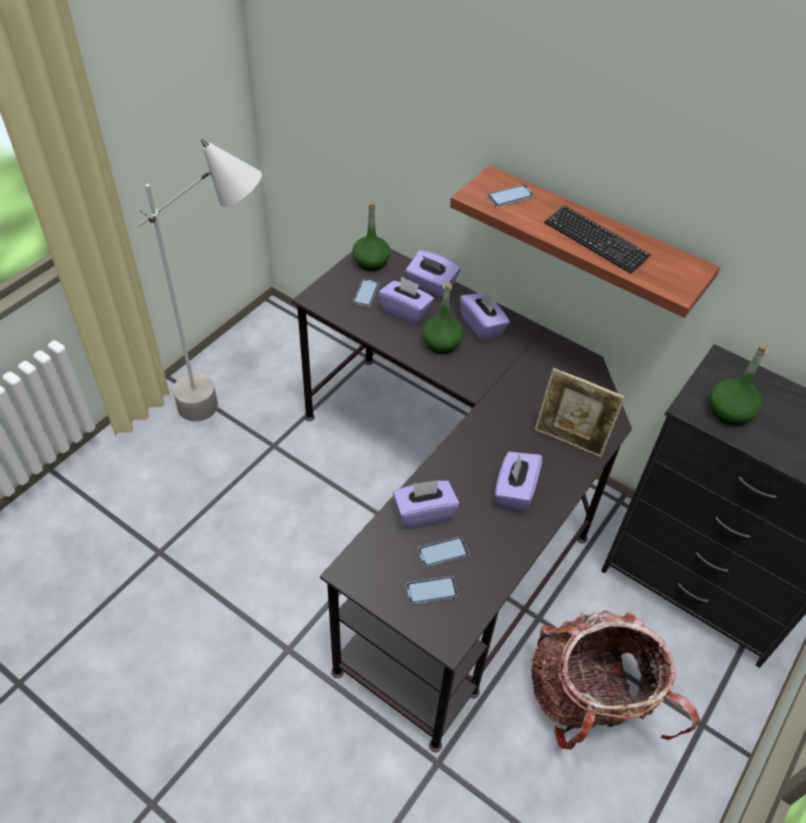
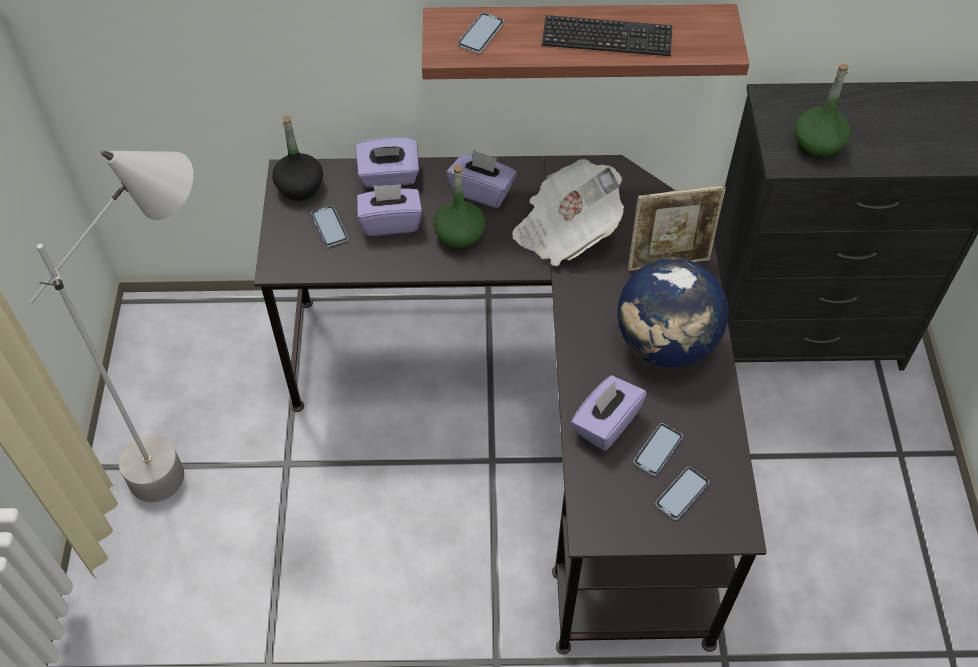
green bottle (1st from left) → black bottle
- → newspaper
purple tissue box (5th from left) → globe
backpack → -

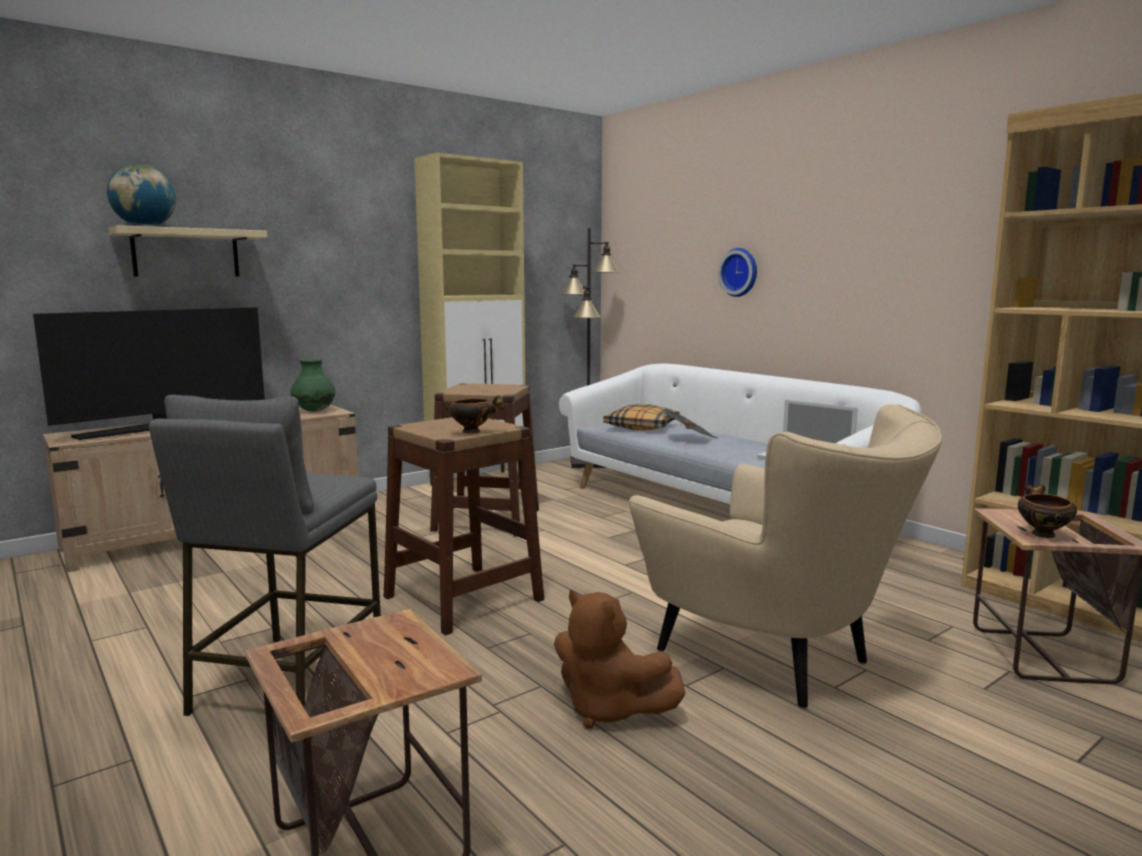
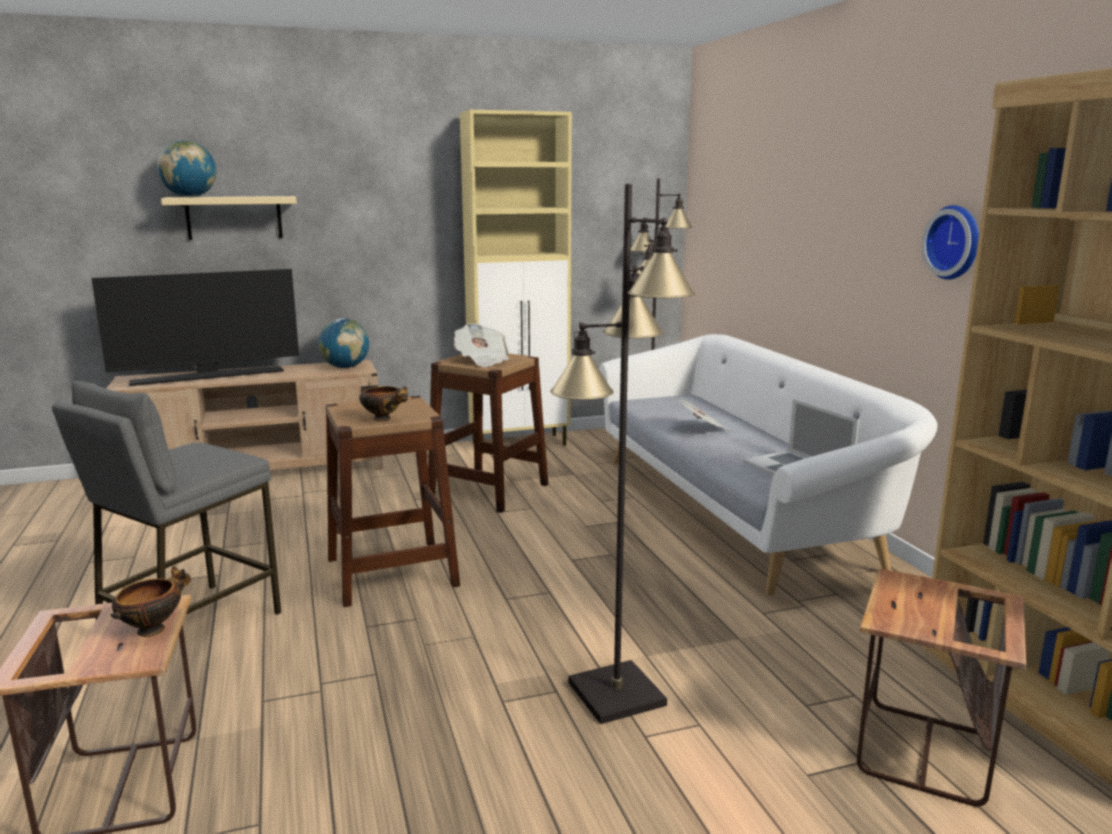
bowl (2nd from left in the first image) → bowl (1st from left), moved
green vase → globe (2nd from left)
- → newspaper (1st from left)
beige armchair → black floor lamp (1st from left)
wall clock, moved
brown plush toy → -
pillow → -

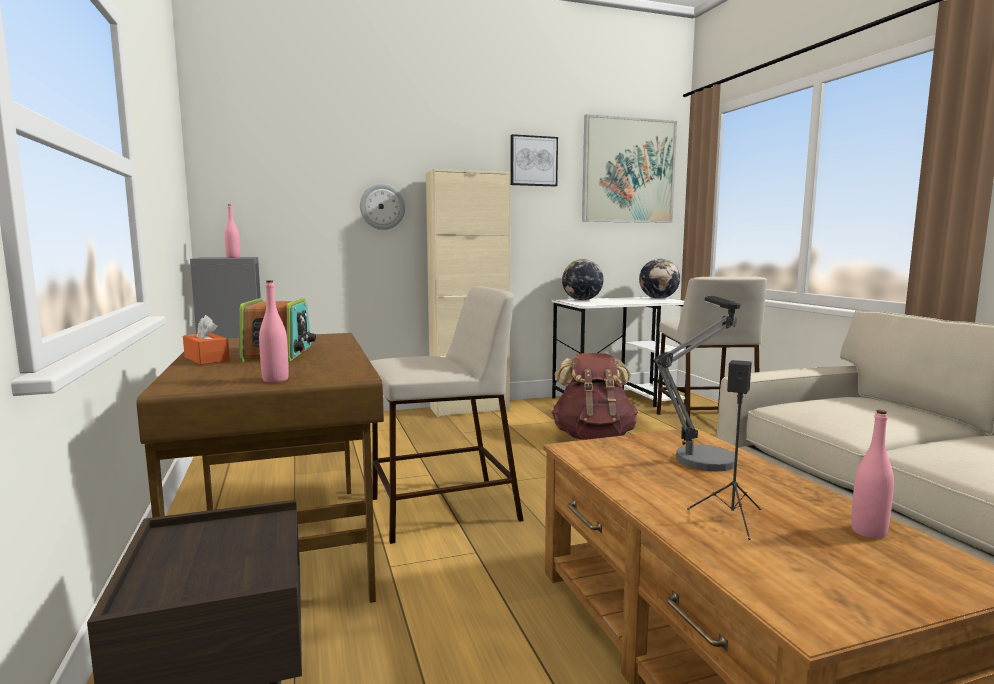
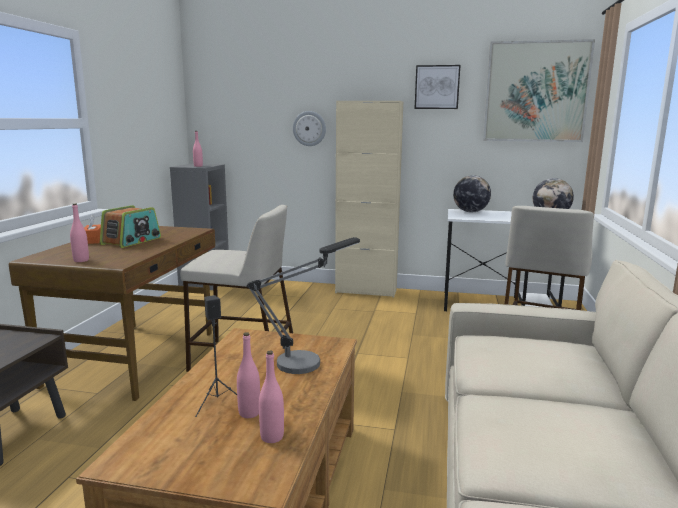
- → pink bottle (3rd from left)
brown backpack → -

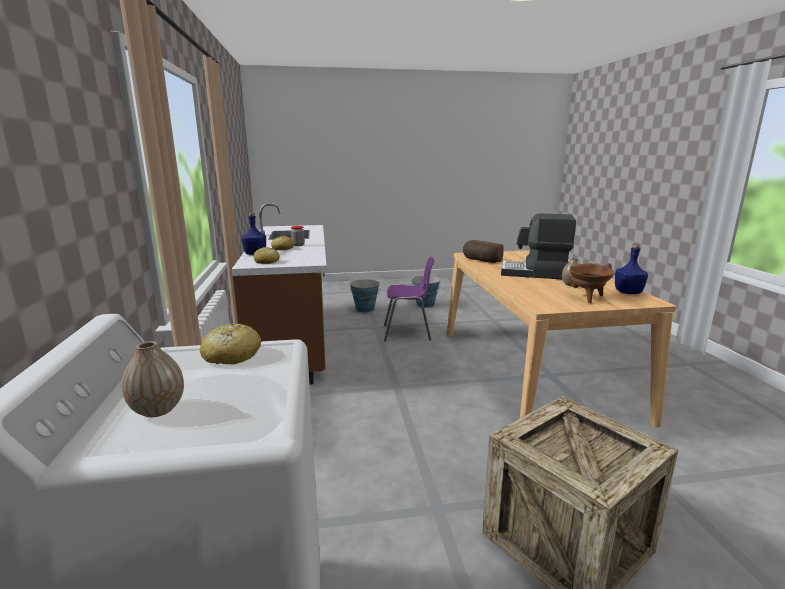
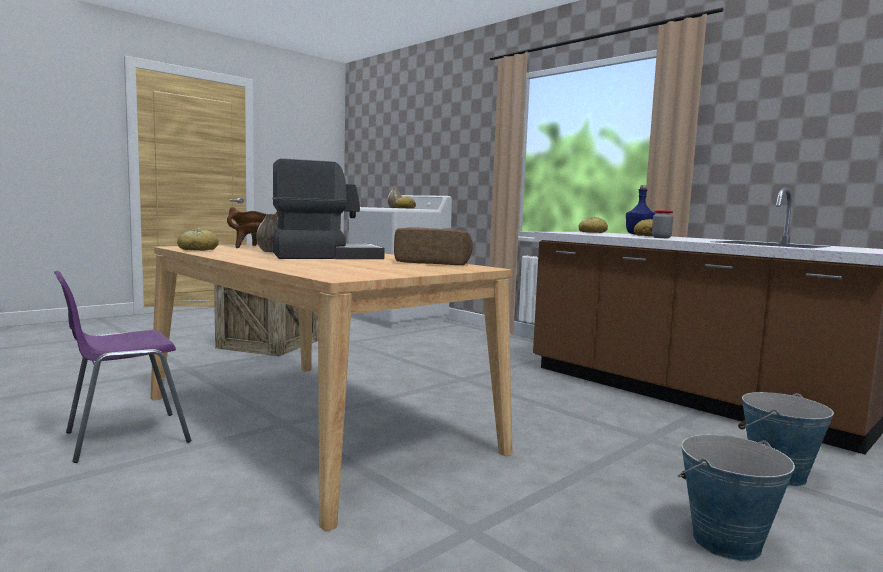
purple chair, moved
blue bottle (2nd from left) → bread (1st from left)

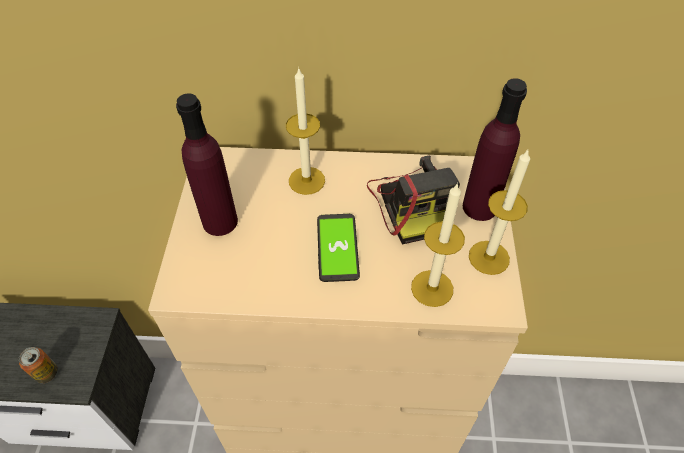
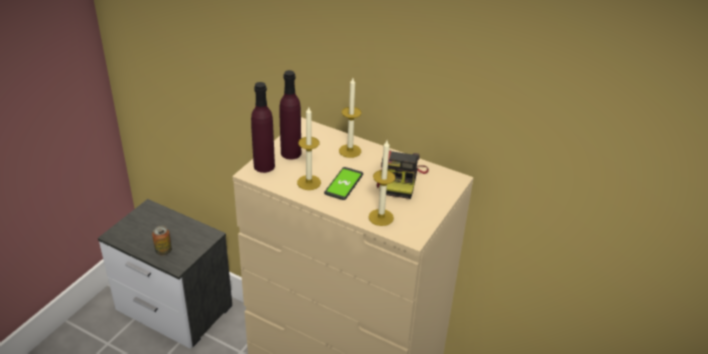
purple bottle (2nd from left in the first image) → purple bottle (1st from left), moved
candle (3rd from left in the first image) → candle (1st from left), moved

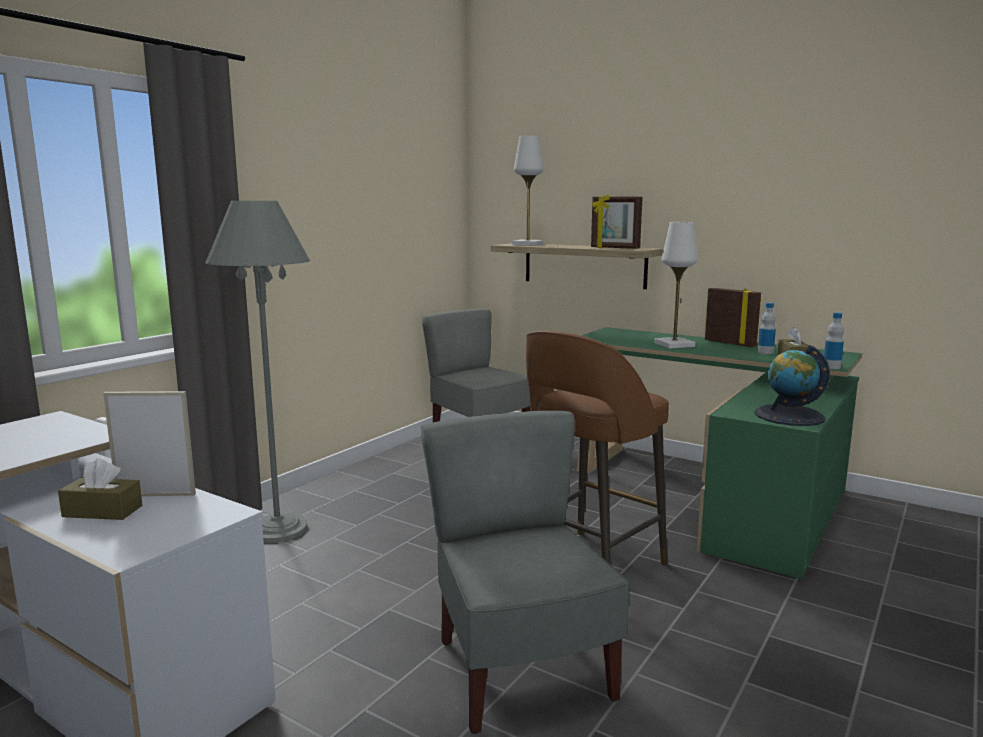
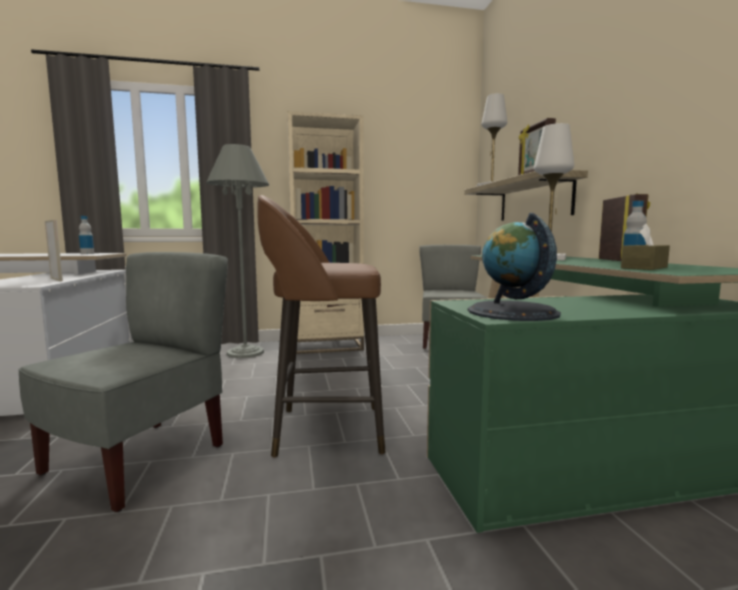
bottle (2nd from left in the first image) → bottle (1st from left), moved
- → beige bookcase
brown tissue box (1st from left) → -

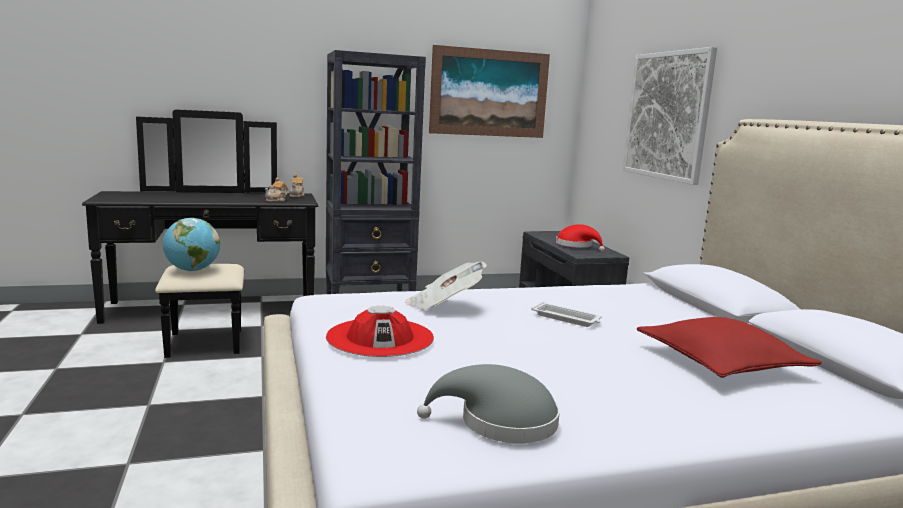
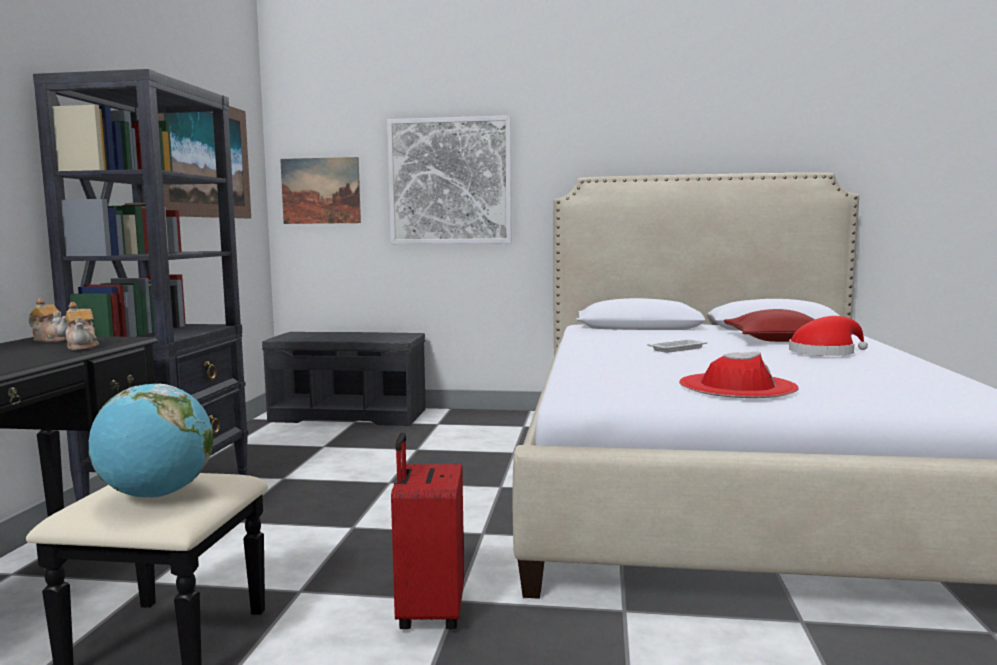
- → picture (2nd from left)
- → red suitcase
red hat (2nd from left), moved
newspaper → -
grey hat → -

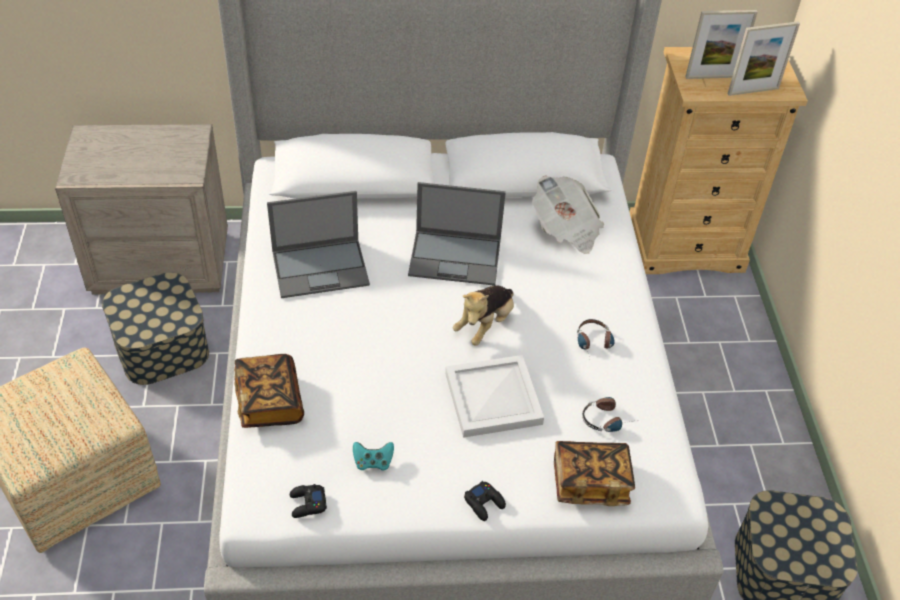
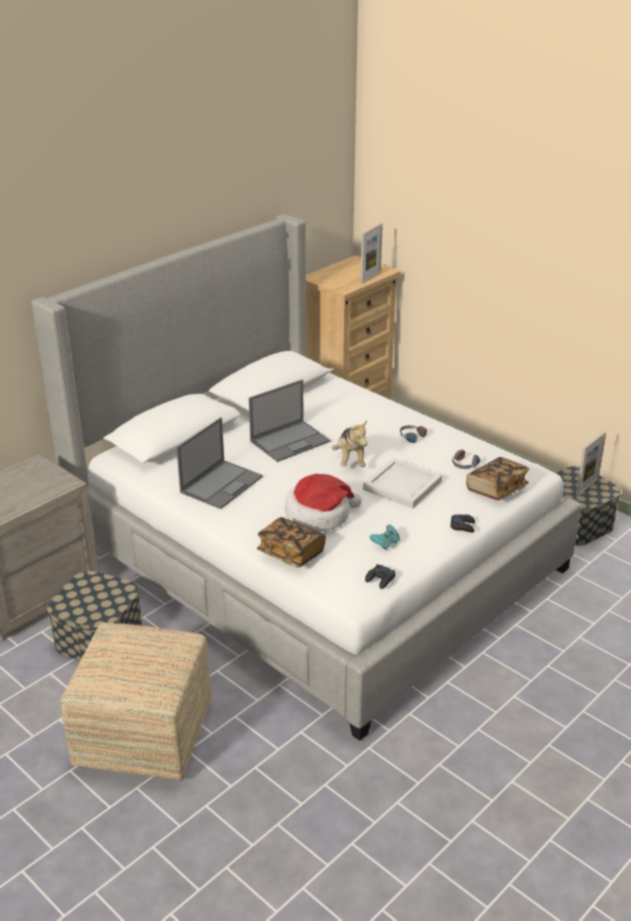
- → hat
picture frame (1st from left in the first image) → picture frame (2nd from left), moved
newspaper → -

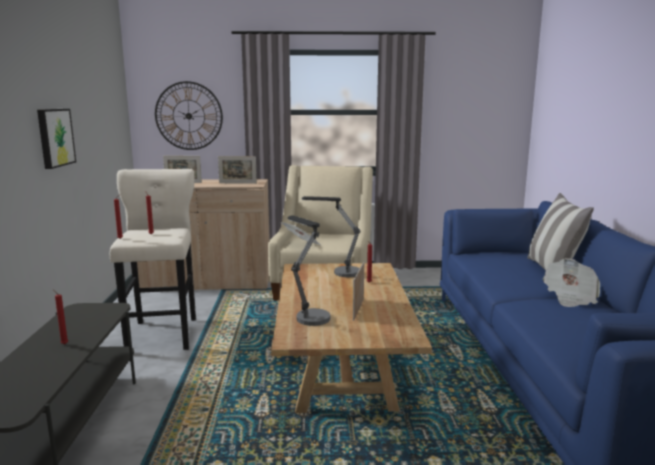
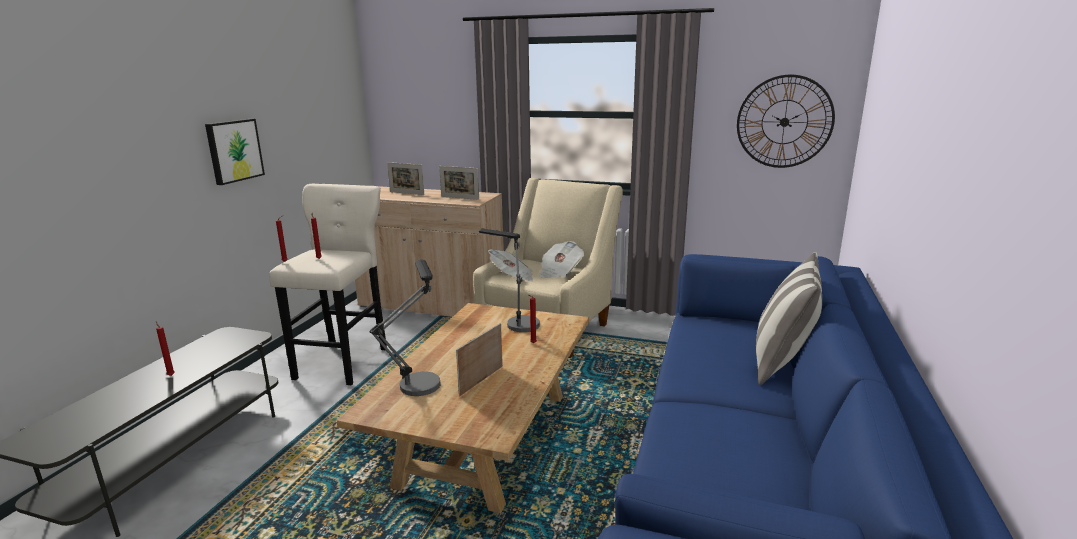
newspaper (2nd from left), moved
wall clock, moved

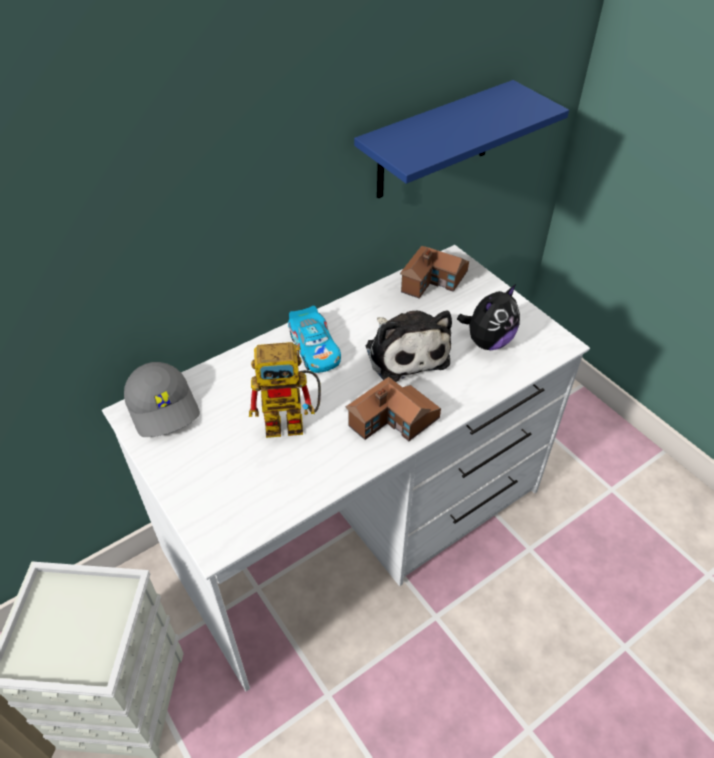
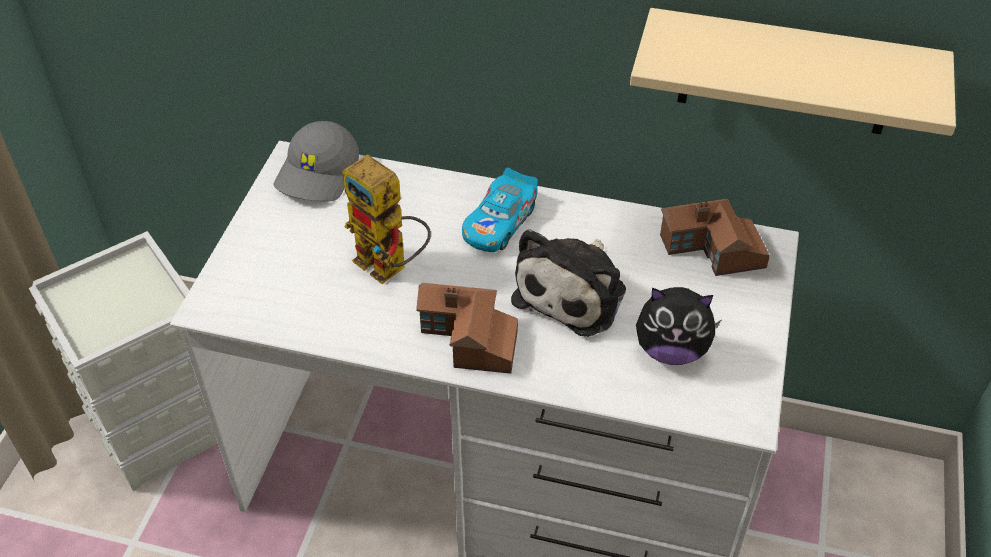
blue shelf → beige shelf

